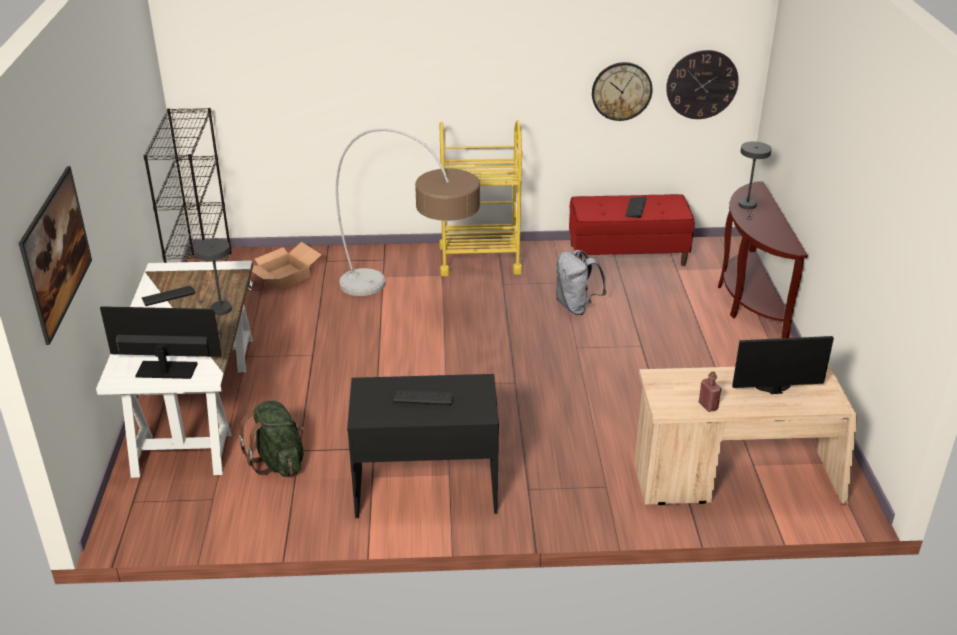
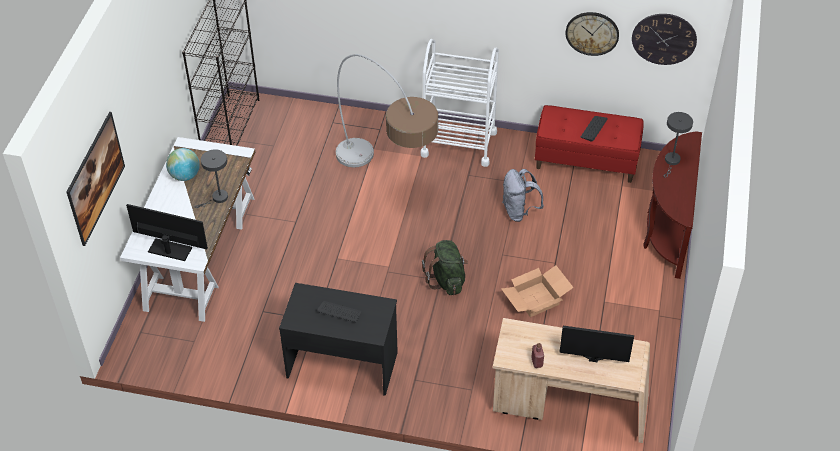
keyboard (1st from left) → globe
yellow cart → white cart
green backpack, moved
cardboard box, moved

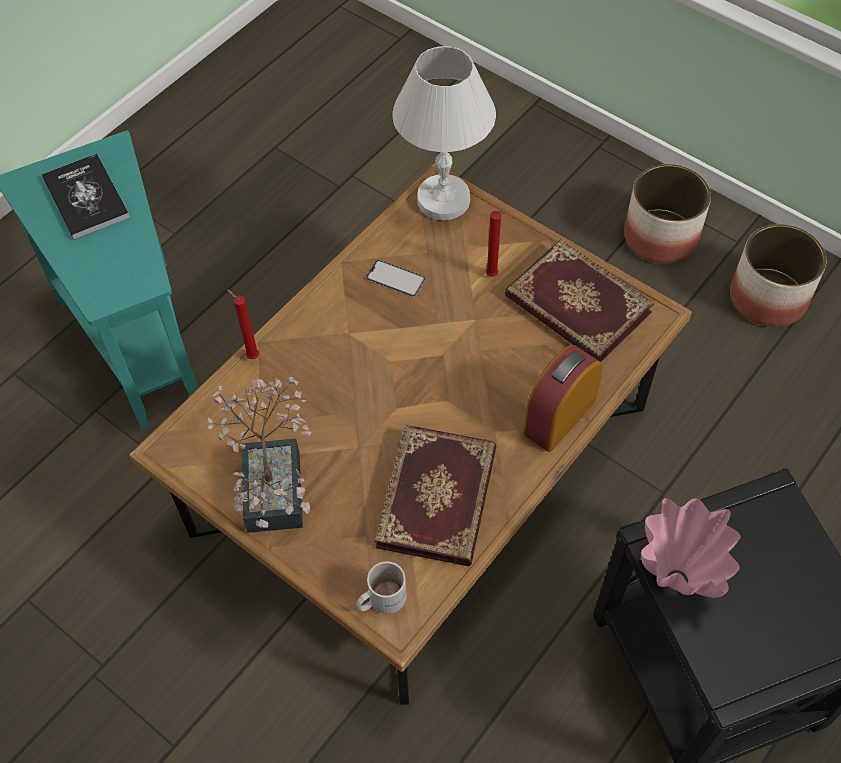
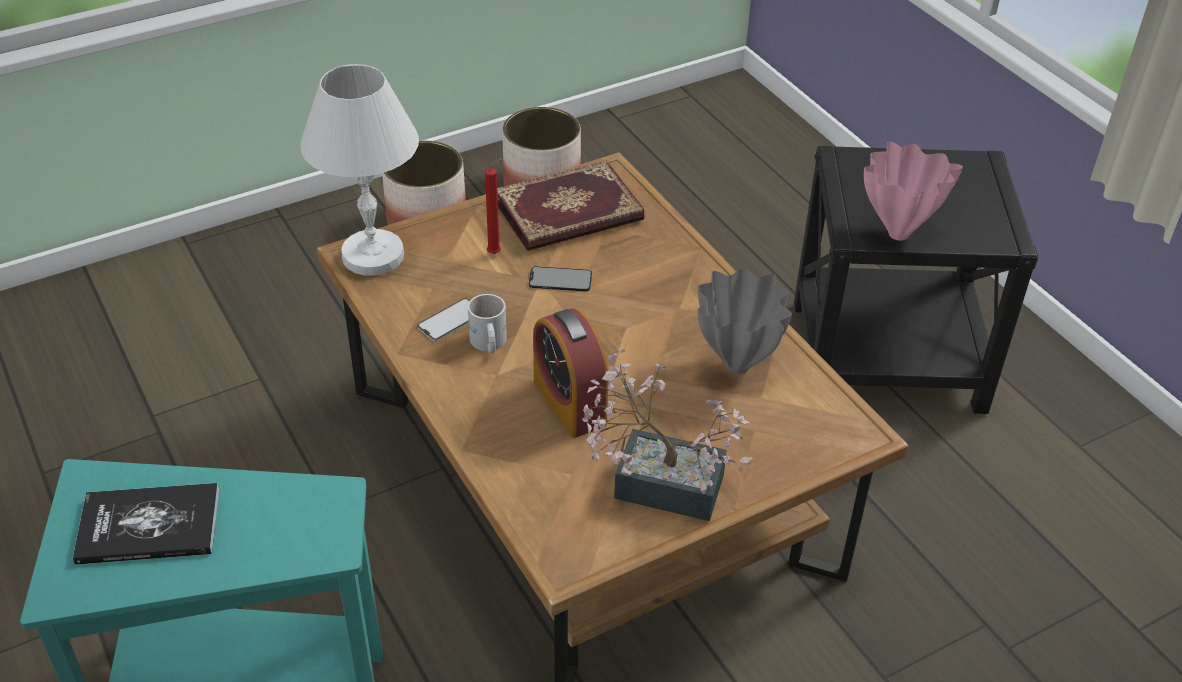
white mug, moved
- → phone (2nd from left)
alarm clock, moved
book (2nd from left) → grey vase
red candle (1st from left) → -

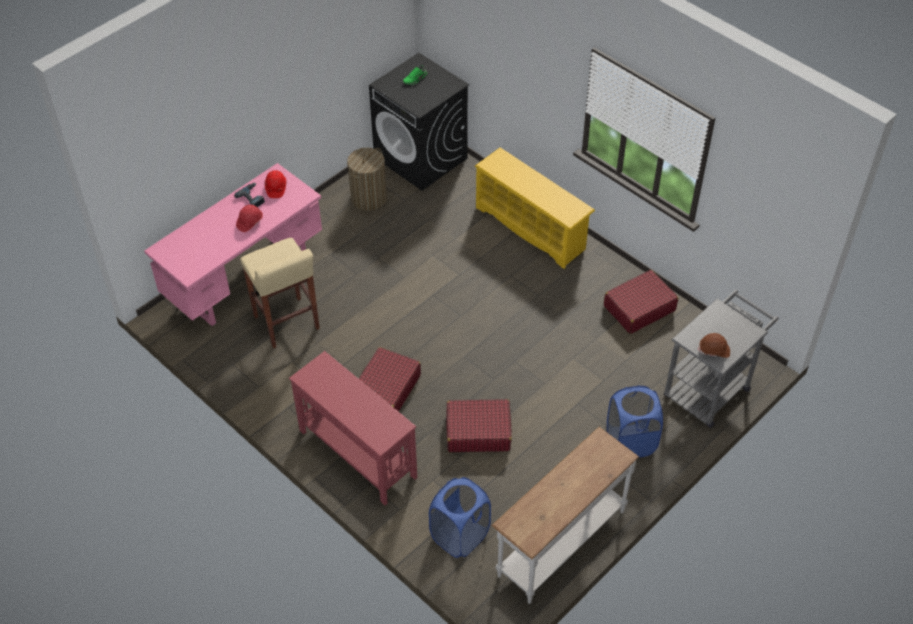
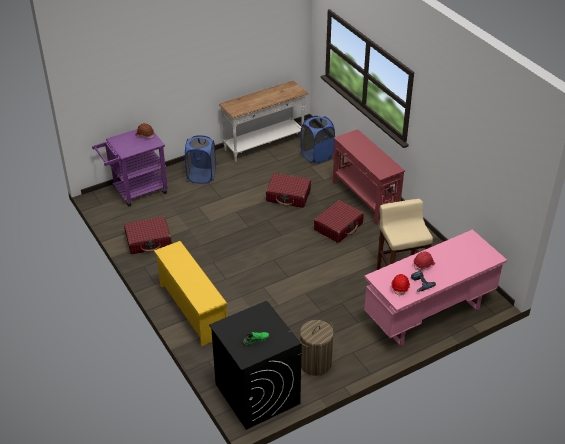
grey cart → purple cart

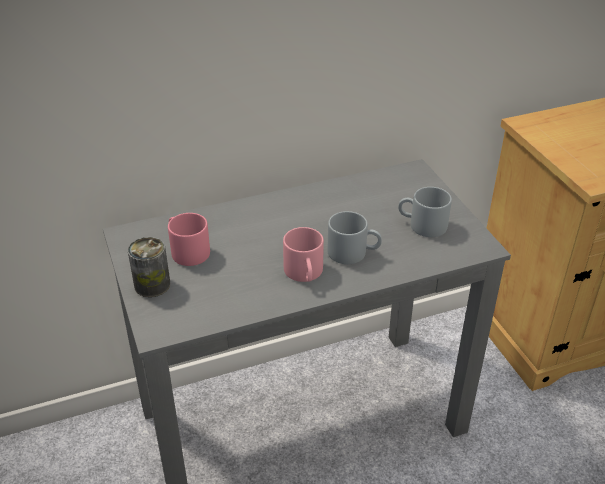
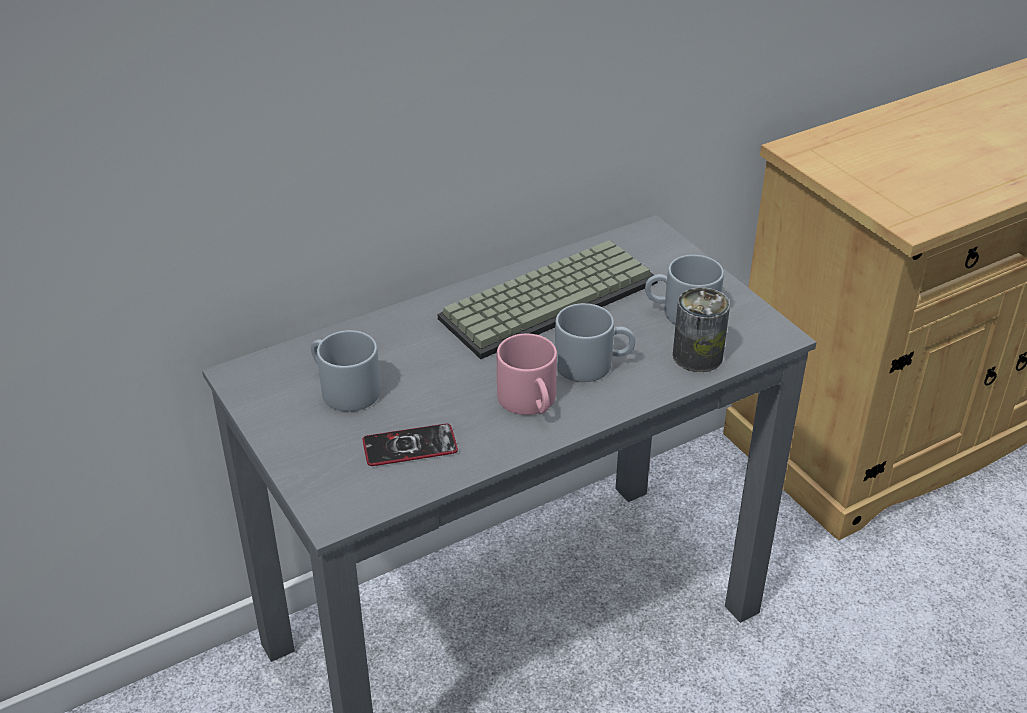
pink mug (1st from left) → grey mug (1st from left)
- → phone
- → keyboard
can, moved

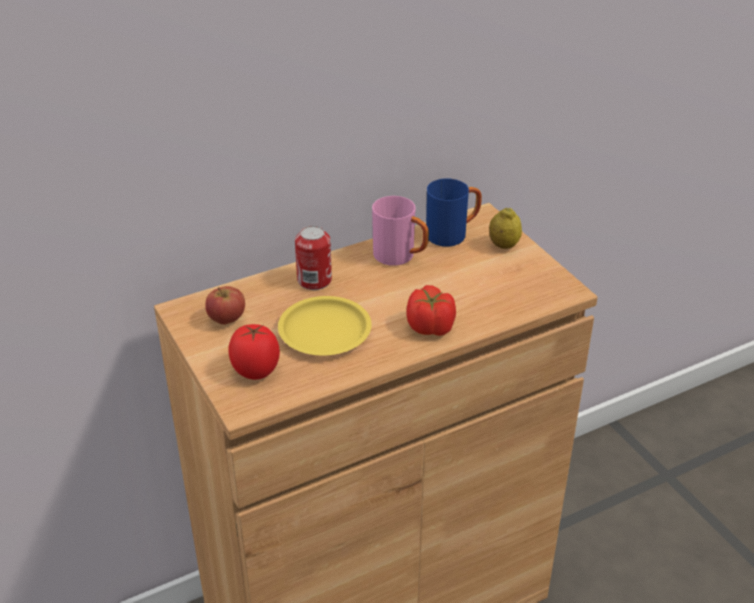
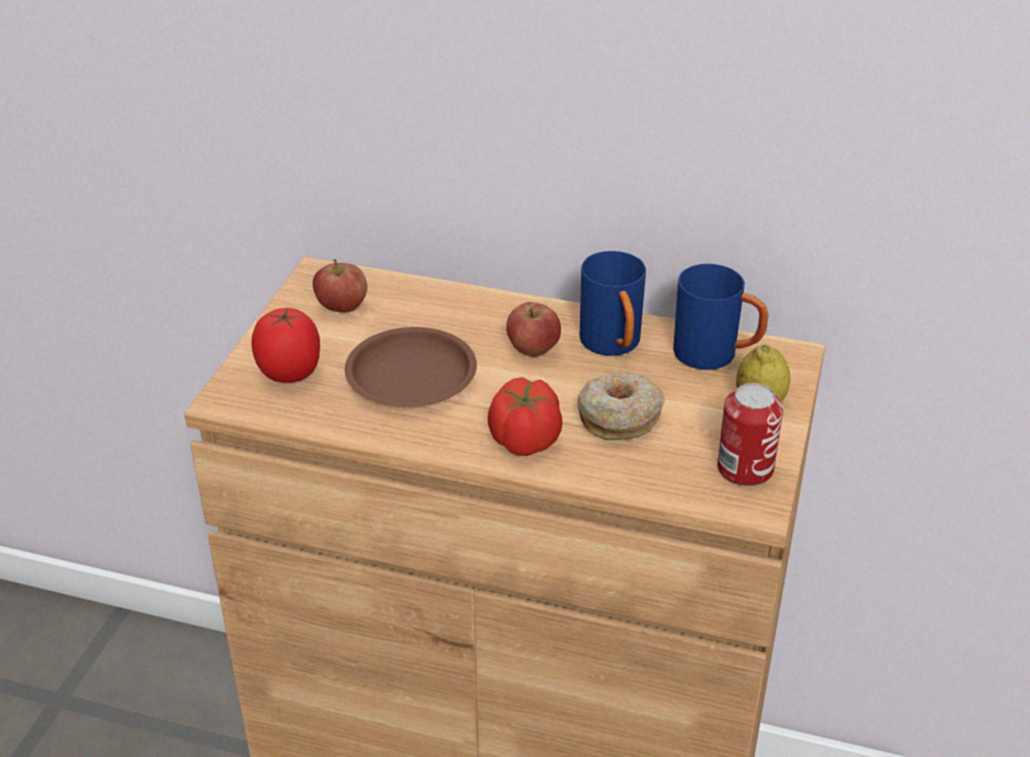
yellow plate → brown plate
- → apple (2nd from left)
- → donut
pink mug → blue mug (1st from left)
can, moved

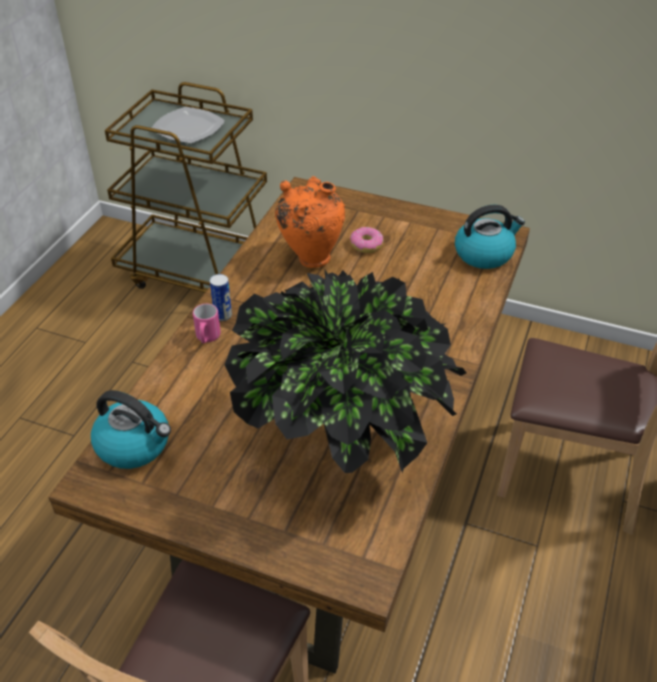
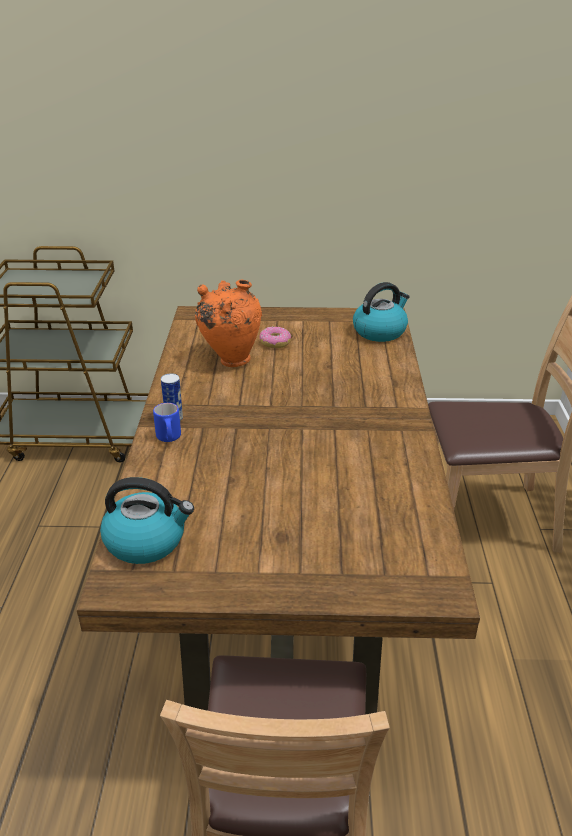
pink mug → blue mug
plate → -
potted plant → -

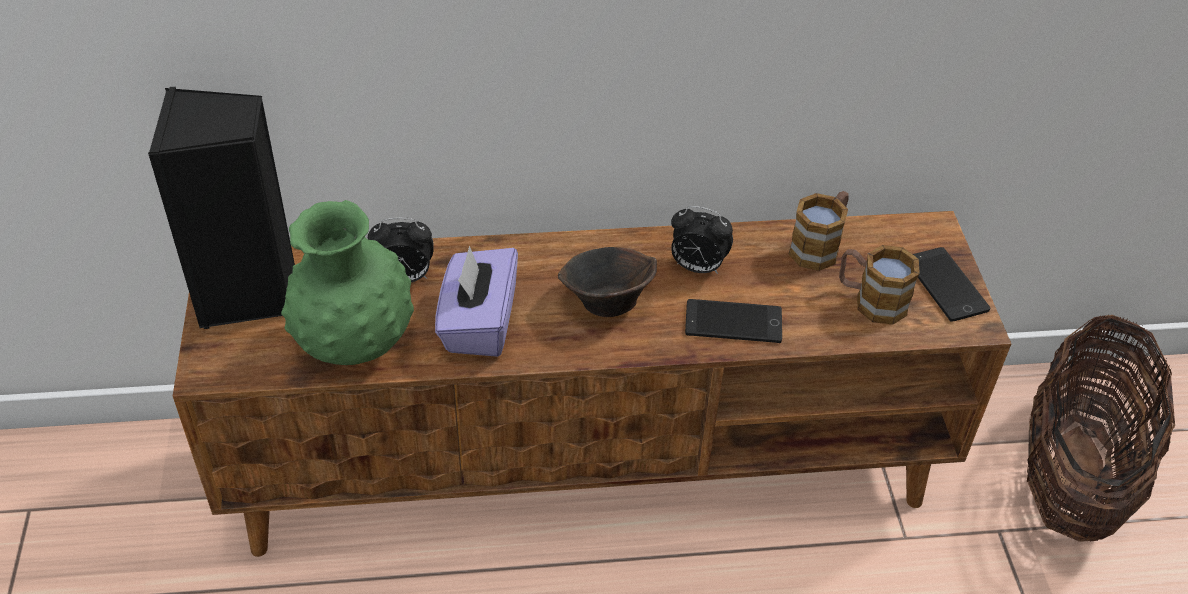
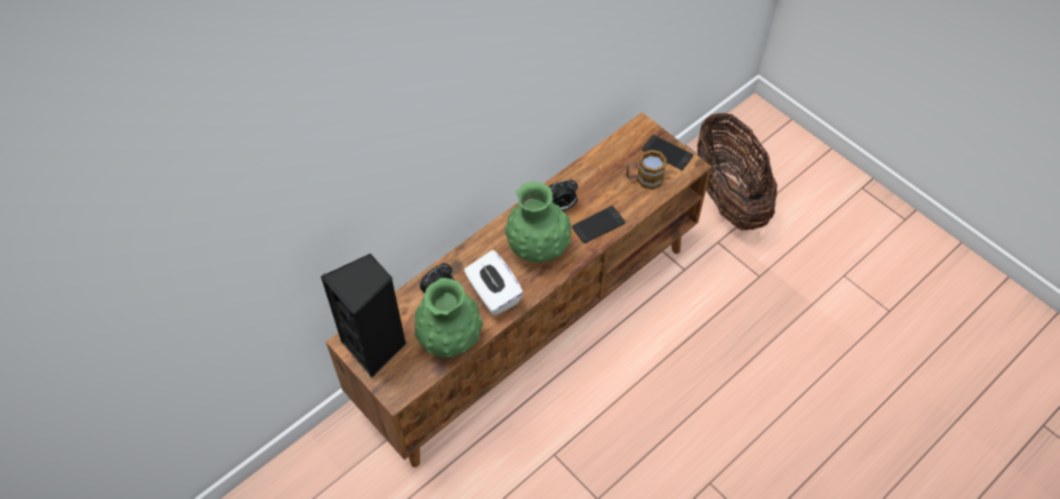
purple tissue box → white tissue box
brown bowl → green vase (2nd from left)
mug (1st from left) → -

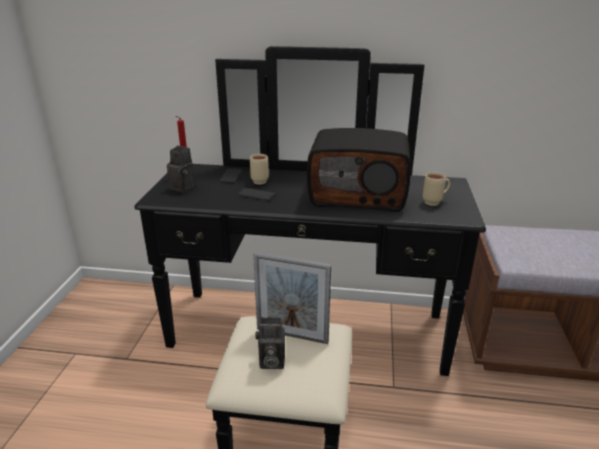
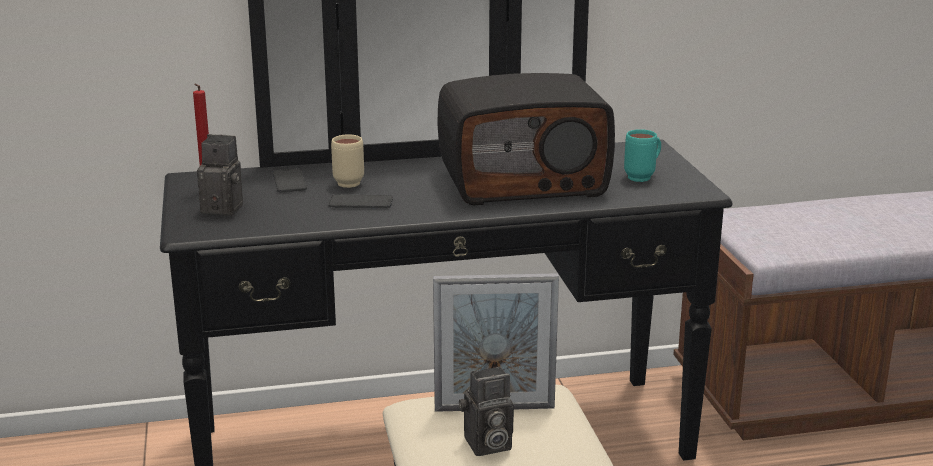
beige mug (2nd from left) → turquoise mug

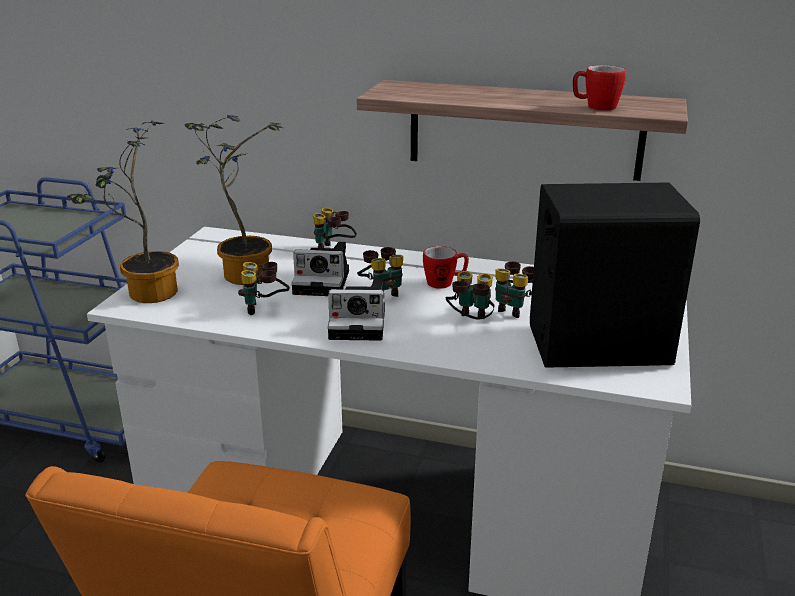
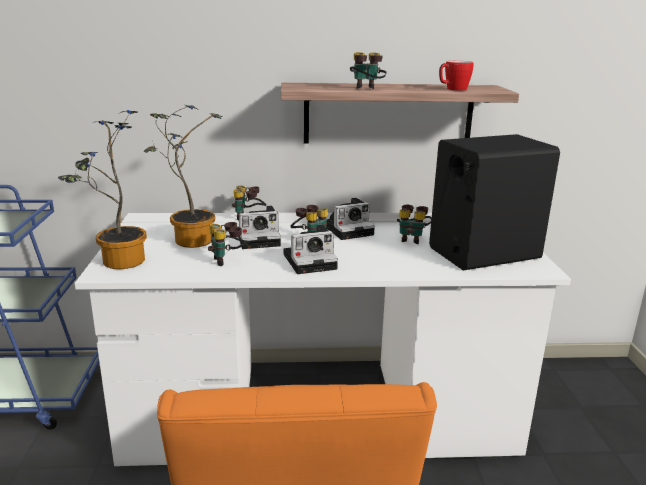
mug (1st from left) → photo camera (3rd from left)
binoculars (4th from left), moved

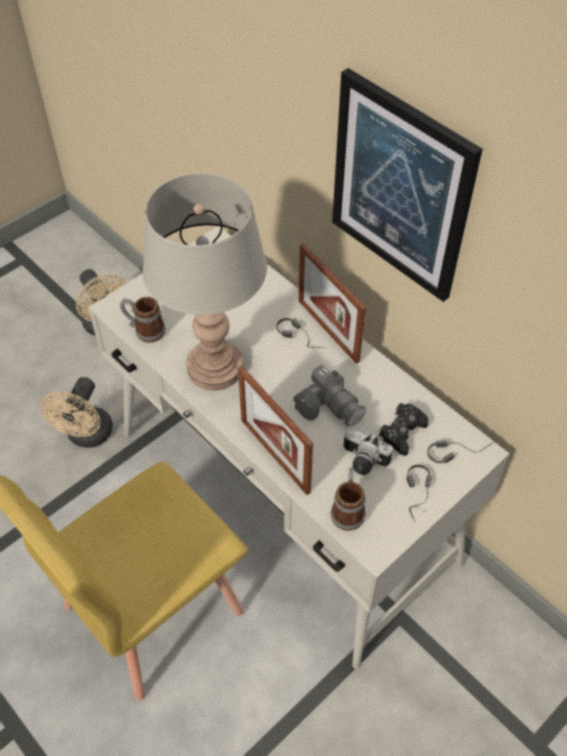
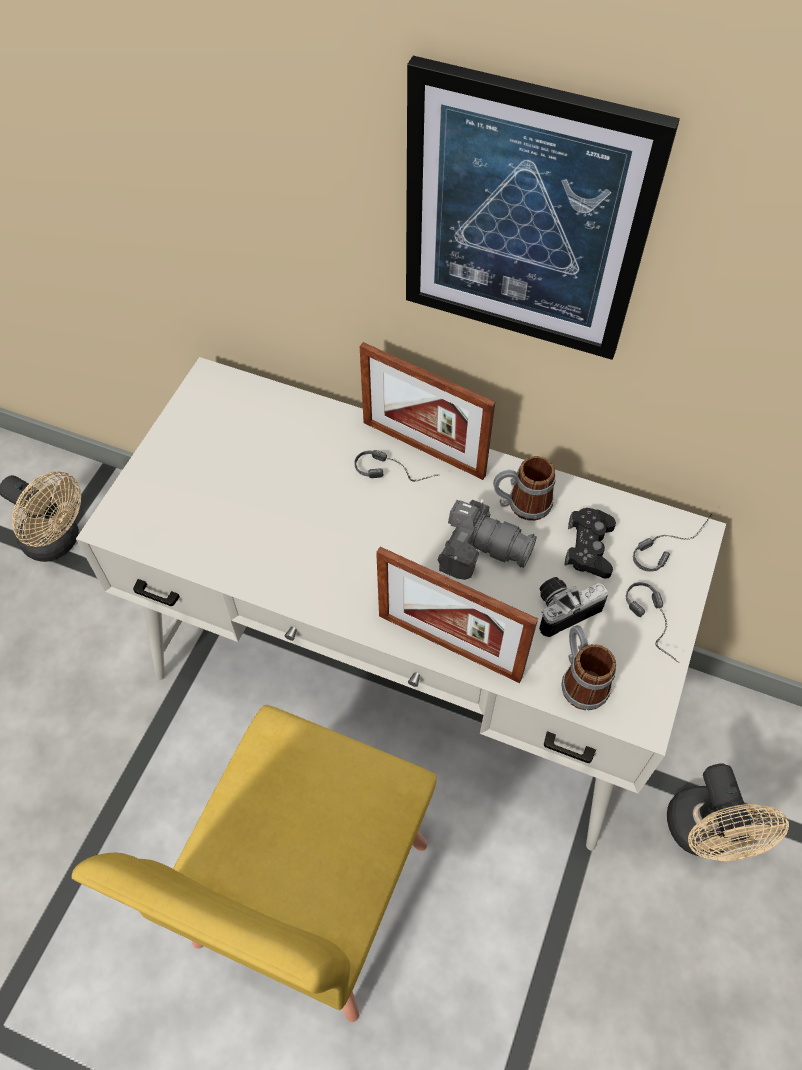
mug (1st from left), moved
photo camera (2nd from left), 150 degrees clockwise
beige fan (1st from left in the first image) → beige fan (2nd from left), moved
grey table lamp → -

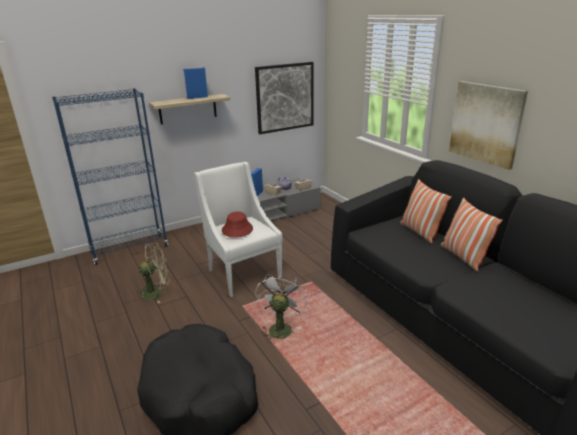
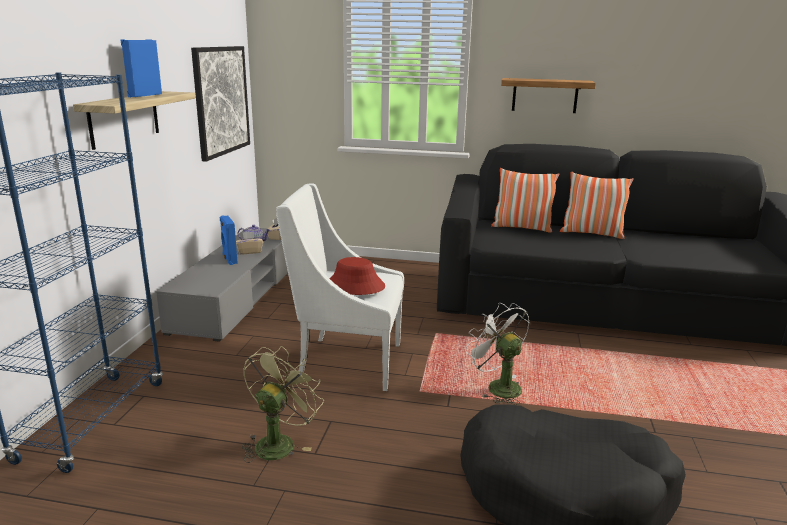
picture (2nd from left) → shelf (2nd from left)

